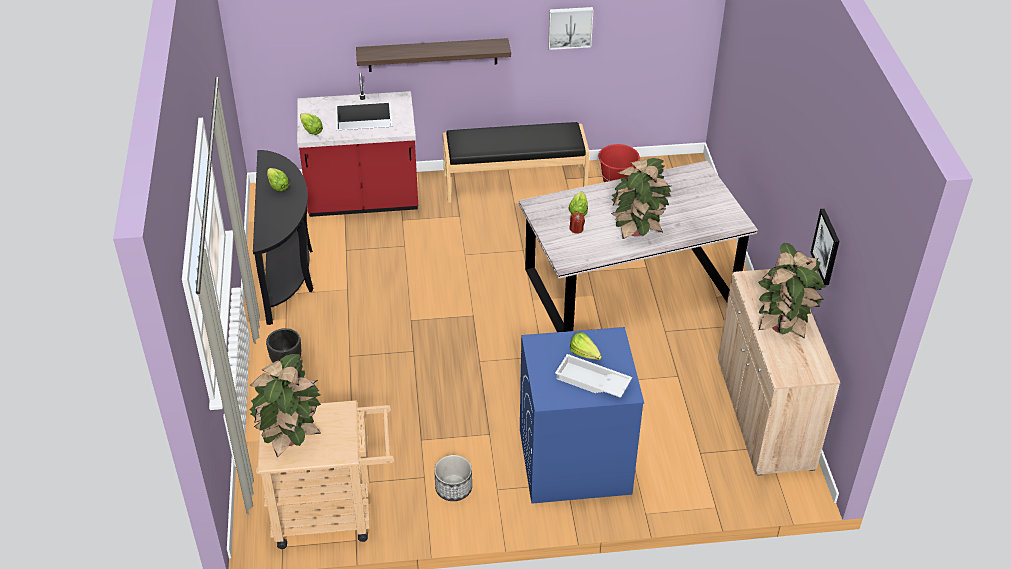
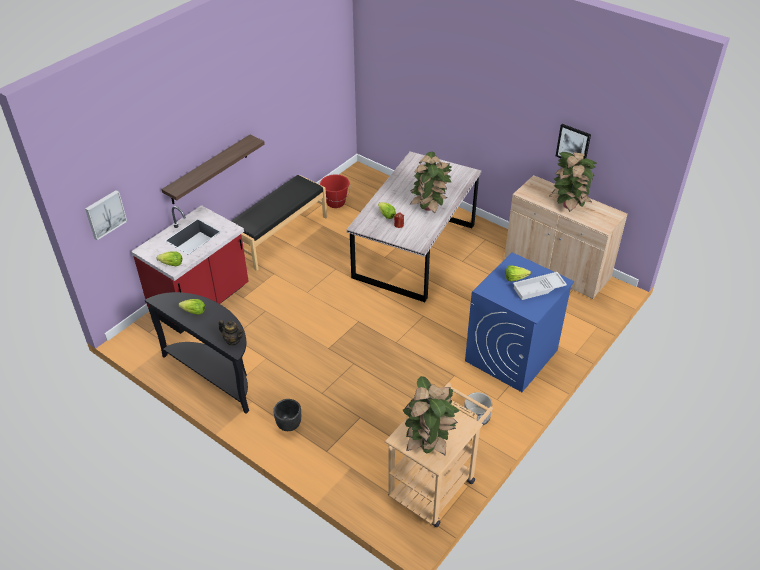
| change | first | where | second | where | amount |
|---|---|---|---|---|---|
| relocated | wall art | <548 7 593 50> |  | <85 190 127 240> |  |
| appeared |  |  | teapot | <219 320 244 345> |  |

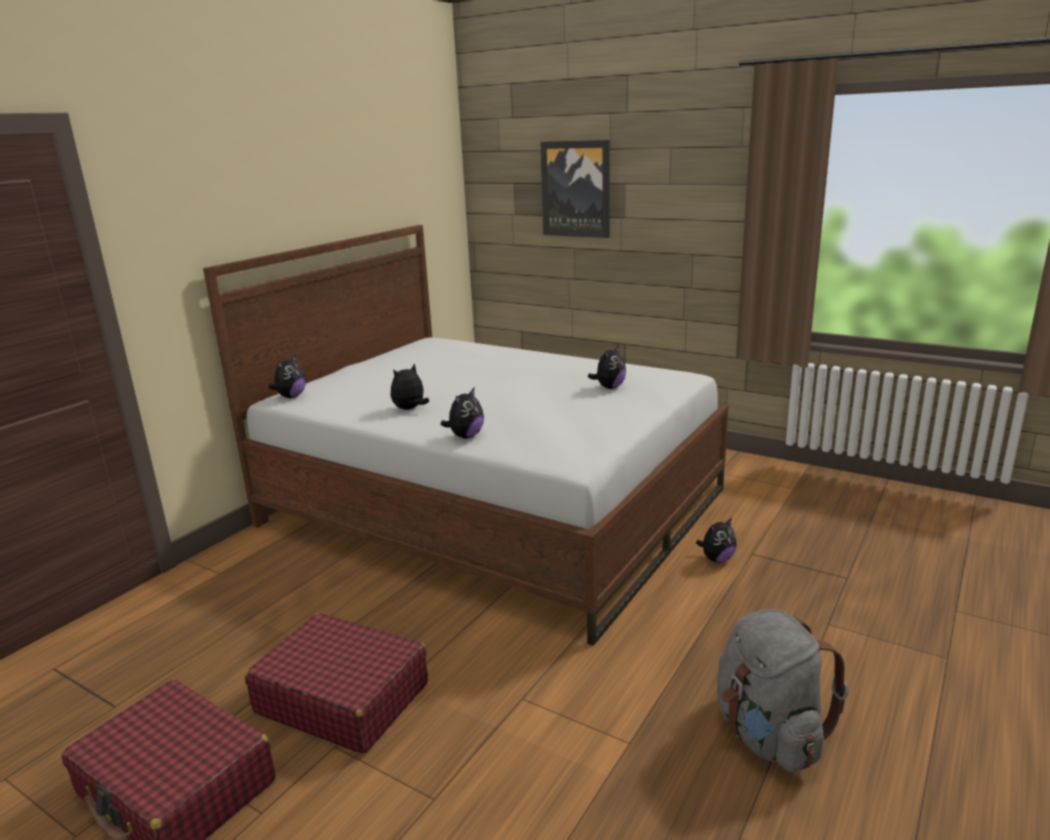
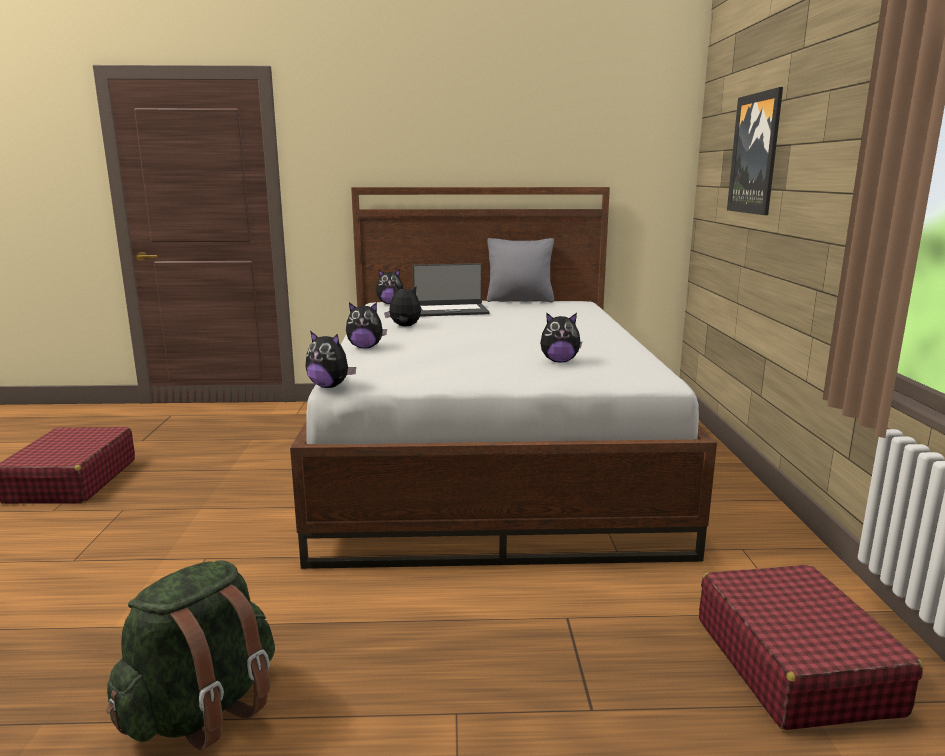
| change | first | where | second | where | amount |
|---|---|---|---|---|---|
| relocated | reddish travel case | <245 613 428 754> |  | <699 564 923 730> |  |
| relocated | cuddly toy | <696 518 737 563> |  | <306 331 356 388> |  |
| colour | grey rucksack | <717 609 849 772> | green-coloured rucksack | <106 560 275 750> |  |
| appeared |  |  | notebook computer | <413 263 490 317> |  |
| appeared |  |  | grey throw pillow | <487 238 554 303> |  |

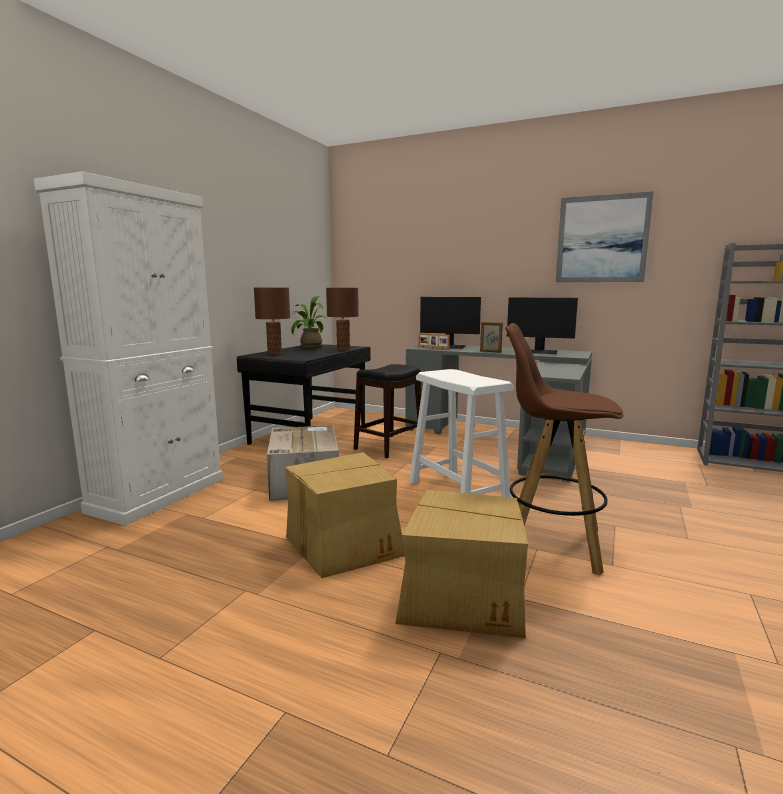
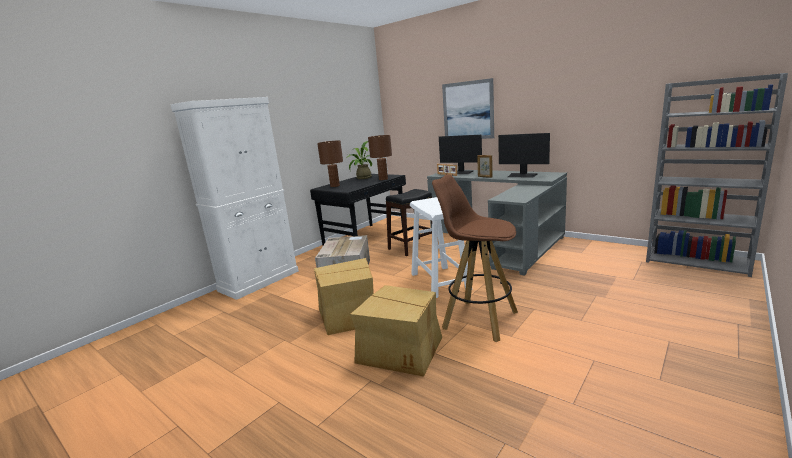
| change | first | where | second | where | amount |
|---|---|---|---|---|---|
| relocated | wall art | <556 191 654 282> |  | <442 78 494 139> |  |

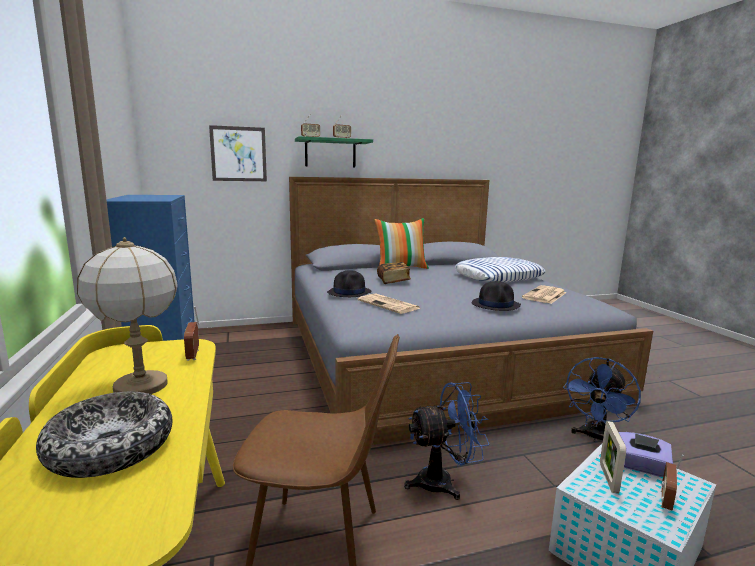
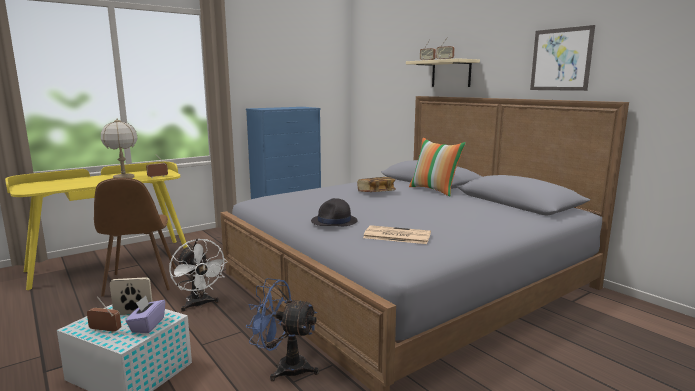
| change | first | where | second | where | amount |
|---|---|---|---|---|---|
| missing | serving bowl | <36 392 172 478> |  |  |  |
| relocated | wall art | <209 125 267 181> |  | <530 25 595 91> |  |
| colour | green-coloured wall shelf | <295 136 373 167> | beige-coloured wall shelf | <406 58 480 87> |  |
| missing | blackish wearable hat | <327 270 372 297> |  |  |  |
| missing | newspaper | <358 293 420 314> |  |  |  |
| colour | bluish fan | <404 382 489 500> | white fan | <169 239 228 312> |  |
| missing | throw pillow | <454 257 546 282> |  |  |  |

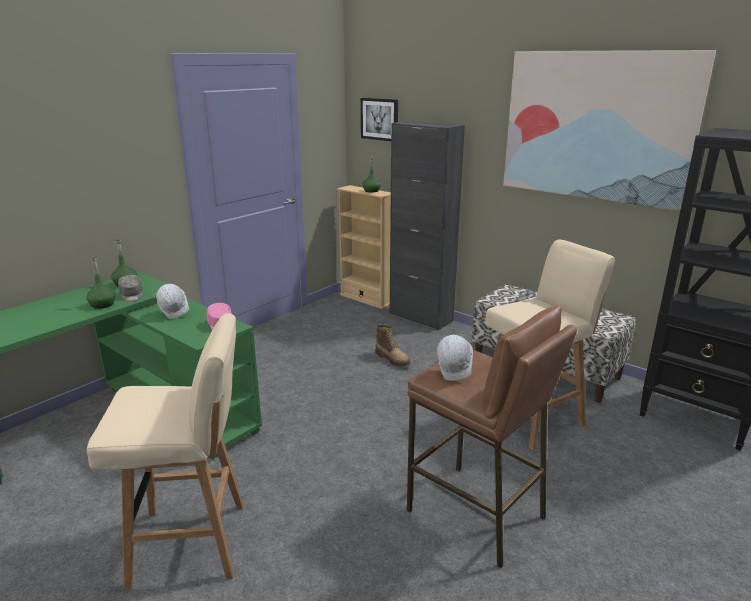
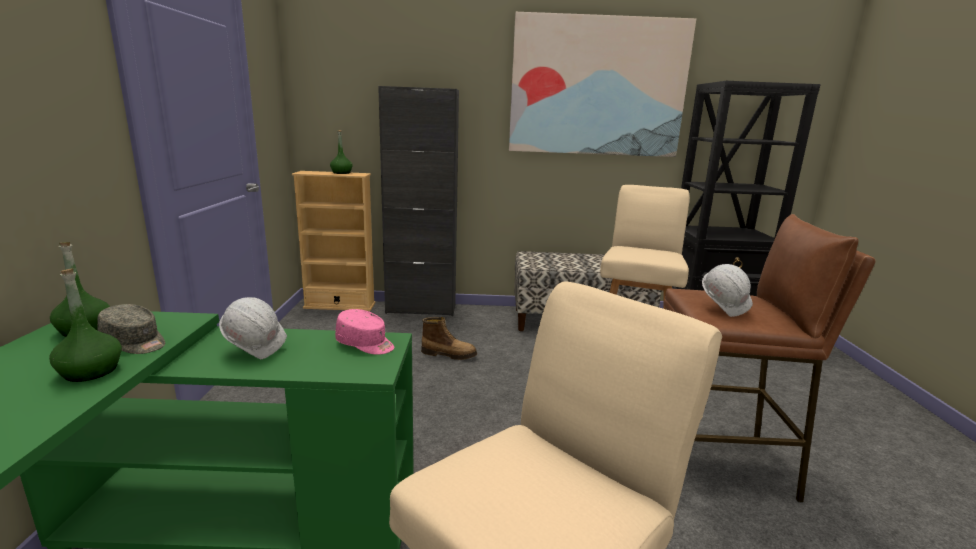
| change | first | where | second | where | amount |
|---|---|---|---|---|---|
| missing | wall art | <361 98 398 141> |  |  |  |

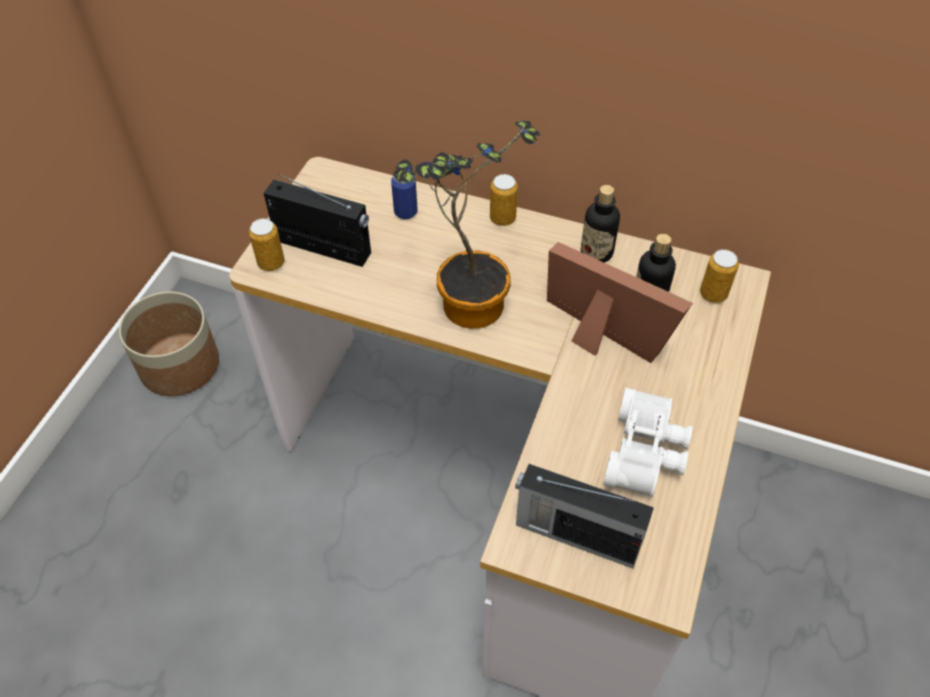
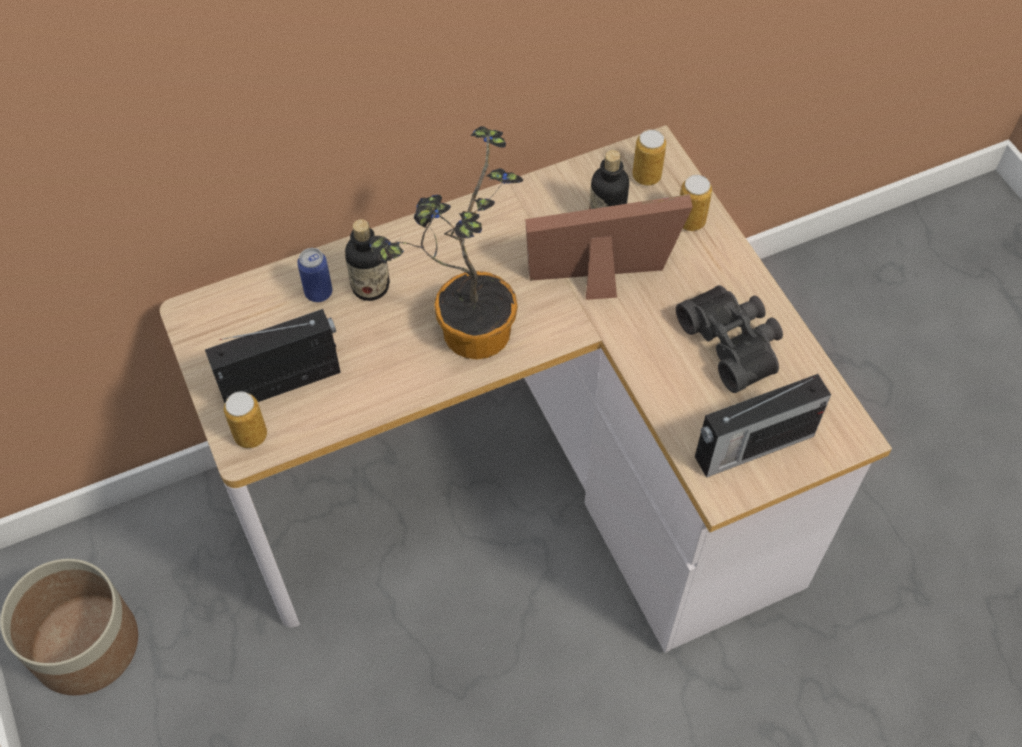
| change | first | where | second | where | amount |
|---|---|---|---|---|---|
| relocated | can | <490 174 518 226> |  | <680 175 712 231> |  |
| relocated | bottle | <581 185 620 263> |  | <345 219 390 301> |  |
| colour | white pair of binoculars | <603 388 693 497> | blackish pair of binoculars | <676 285 783 393> |  |

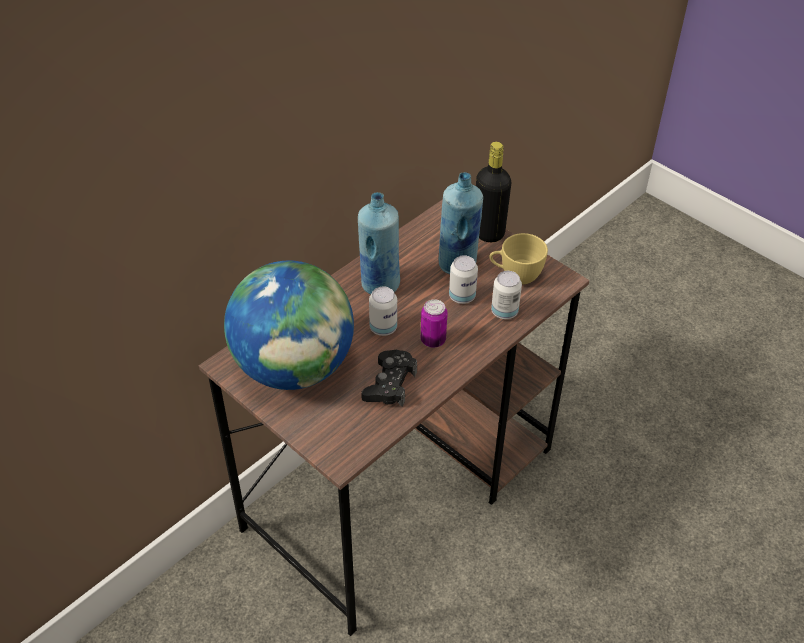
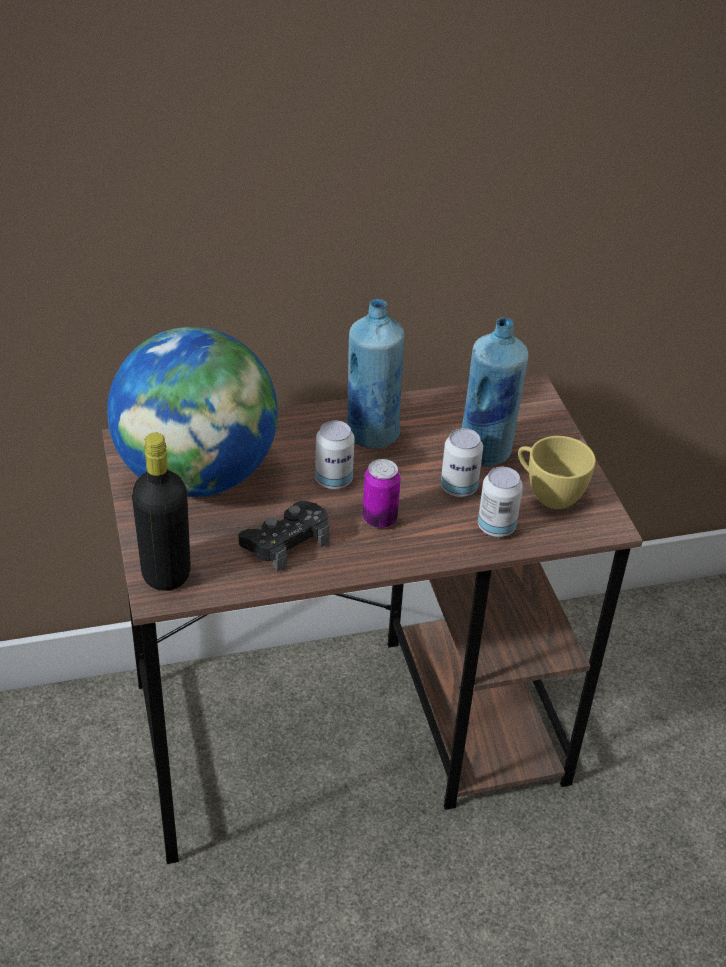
| change | first | where | second | where | amount |
|---|---|---|---|---|---|
| relocated | blackish bottle | <476 142 511 242> |  | <132 432 191 591> |  |

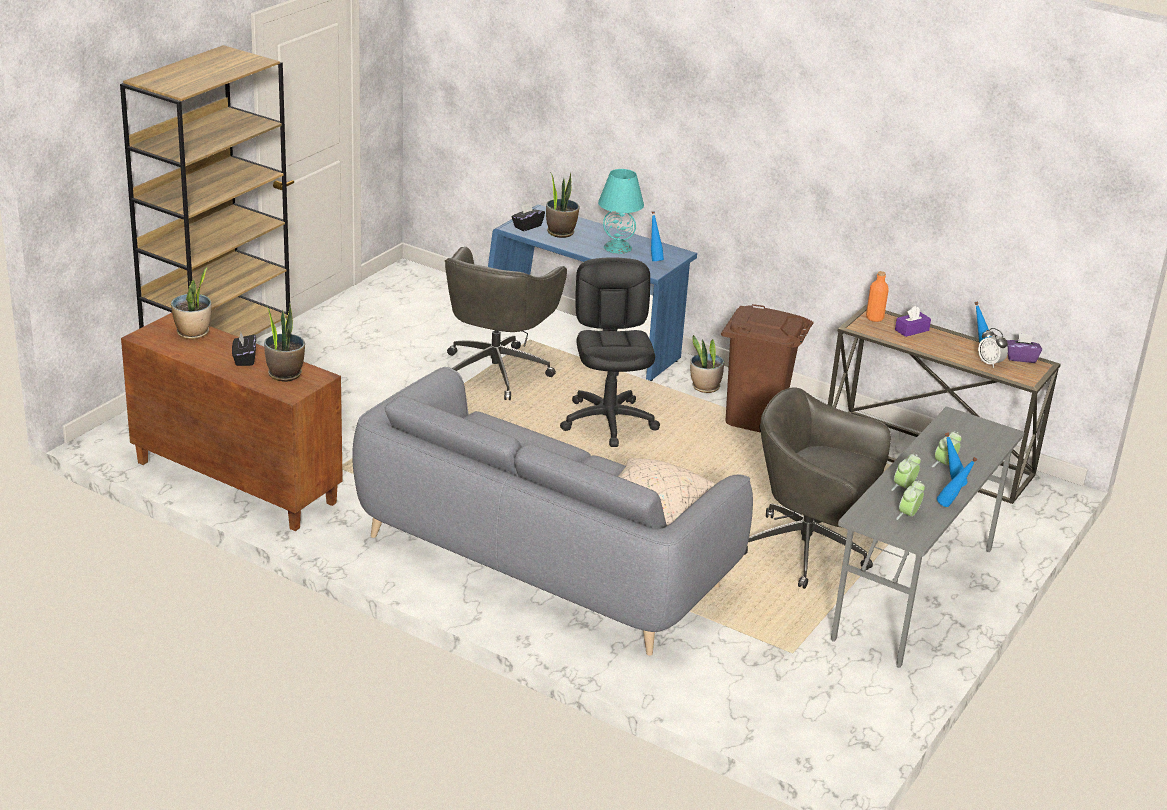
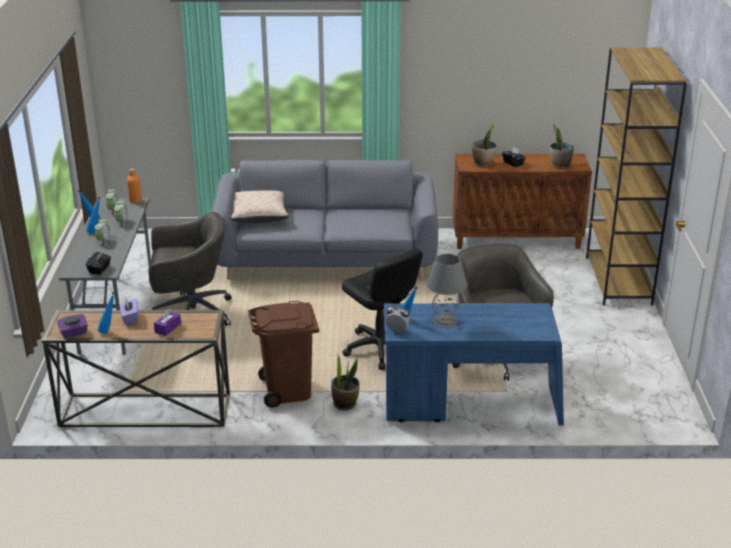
| change | first | where | second | where | amount |
|---|---|---|---|---|---|
| relocated | blackish tissue box | <512 203 545 231> |  | <86 252 111 275> |  |
| missing | houseplant | <546 172 579 238> |  |  |  |
| colour | turquoise-coloured table lamp | <598 169 644 254> | grey table lamp | <426 254 467 328> |  |
| relocated | orange bottle | <866 271 889 322> |  | <127 168 142 203> |  |
| relocated | alarm clock | <978 328 1008 368> |  | <386 304 410 333> |  |
| appeared |  |  | purple-coloured tissue box | <120 299 139 324> |  |

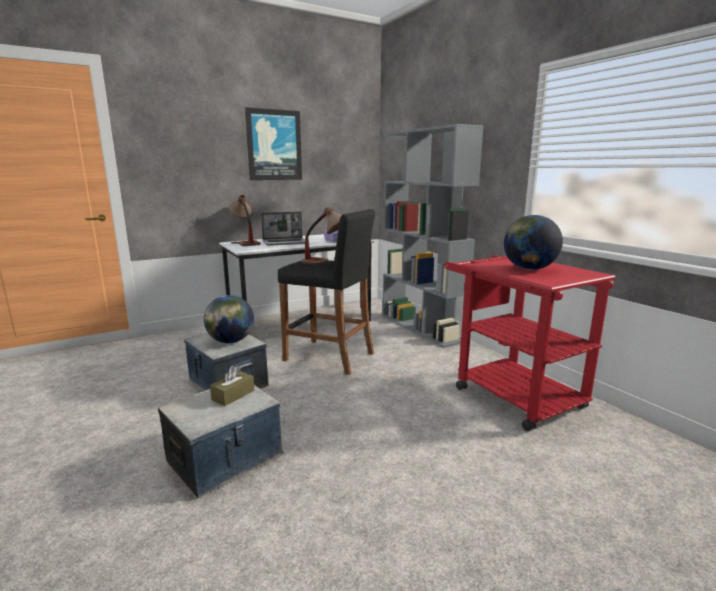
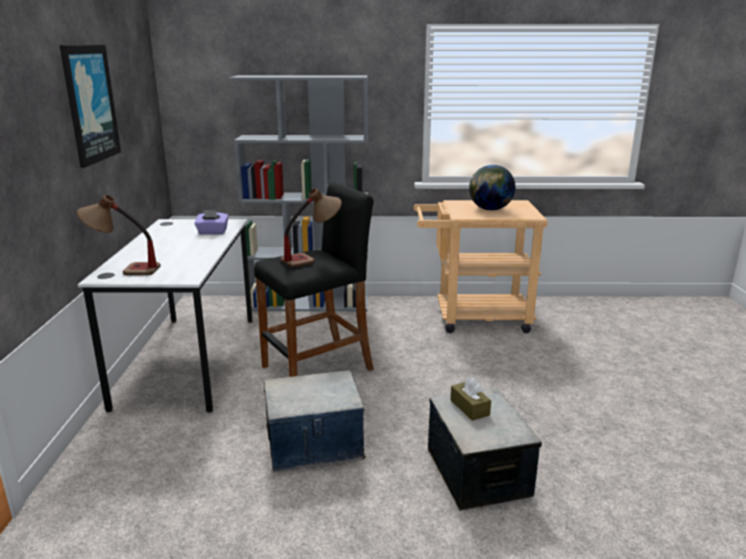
| change | first | where | second | where | amount |
|---|---|---|---|---|---|
| missing | globe | <204 295 254 343> |  |  |  |
| missing | notebook computer | <261 212 305 246> |  |  |  |
| colour | reddish cart | <444 255 616 431> | beige-coloured cart | <413 200 548 333> |  |

